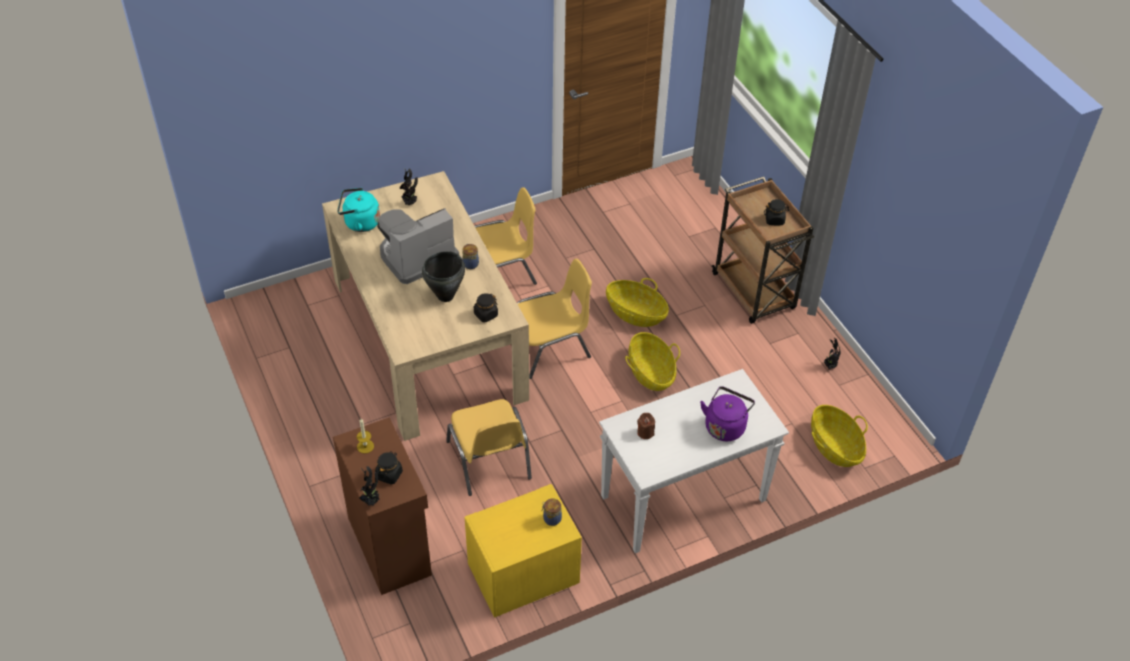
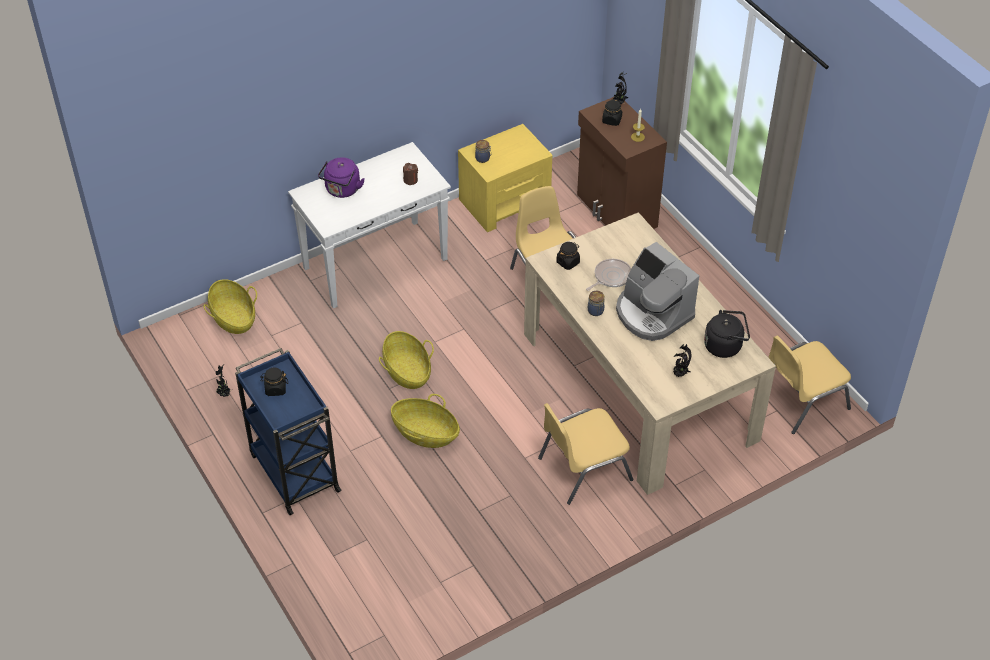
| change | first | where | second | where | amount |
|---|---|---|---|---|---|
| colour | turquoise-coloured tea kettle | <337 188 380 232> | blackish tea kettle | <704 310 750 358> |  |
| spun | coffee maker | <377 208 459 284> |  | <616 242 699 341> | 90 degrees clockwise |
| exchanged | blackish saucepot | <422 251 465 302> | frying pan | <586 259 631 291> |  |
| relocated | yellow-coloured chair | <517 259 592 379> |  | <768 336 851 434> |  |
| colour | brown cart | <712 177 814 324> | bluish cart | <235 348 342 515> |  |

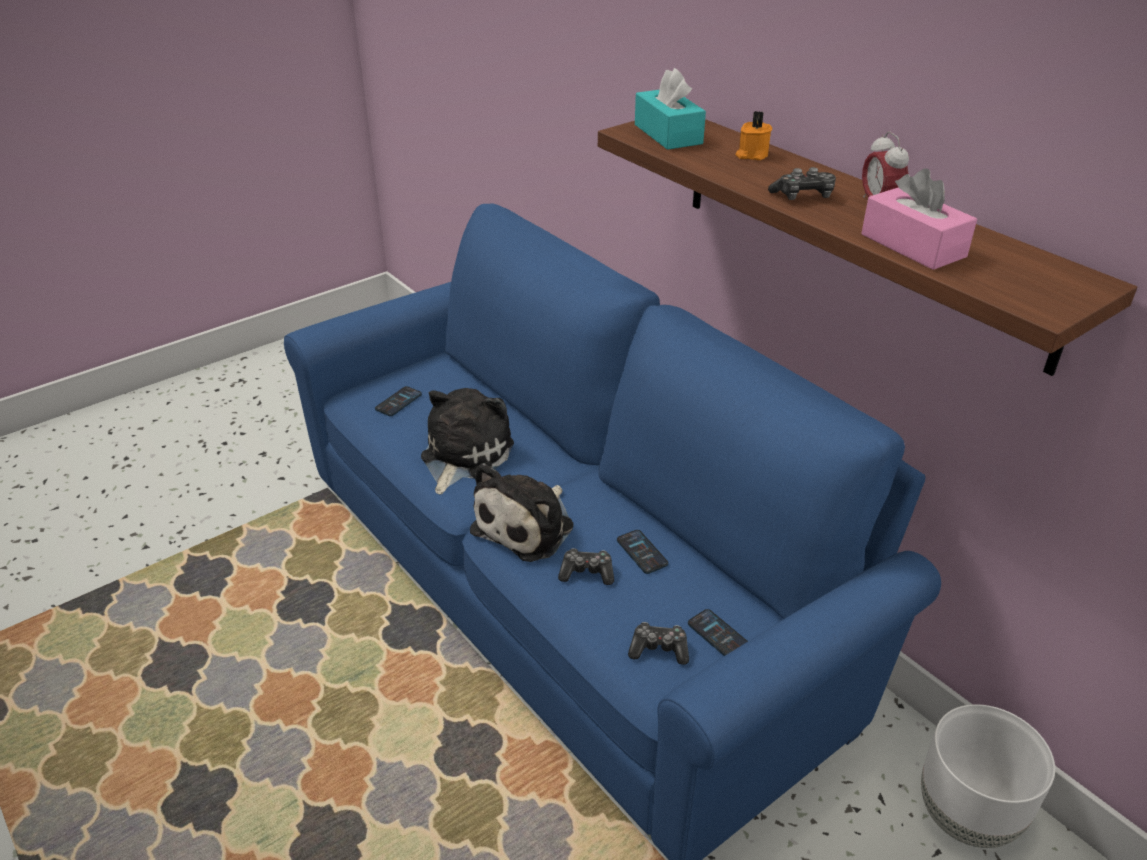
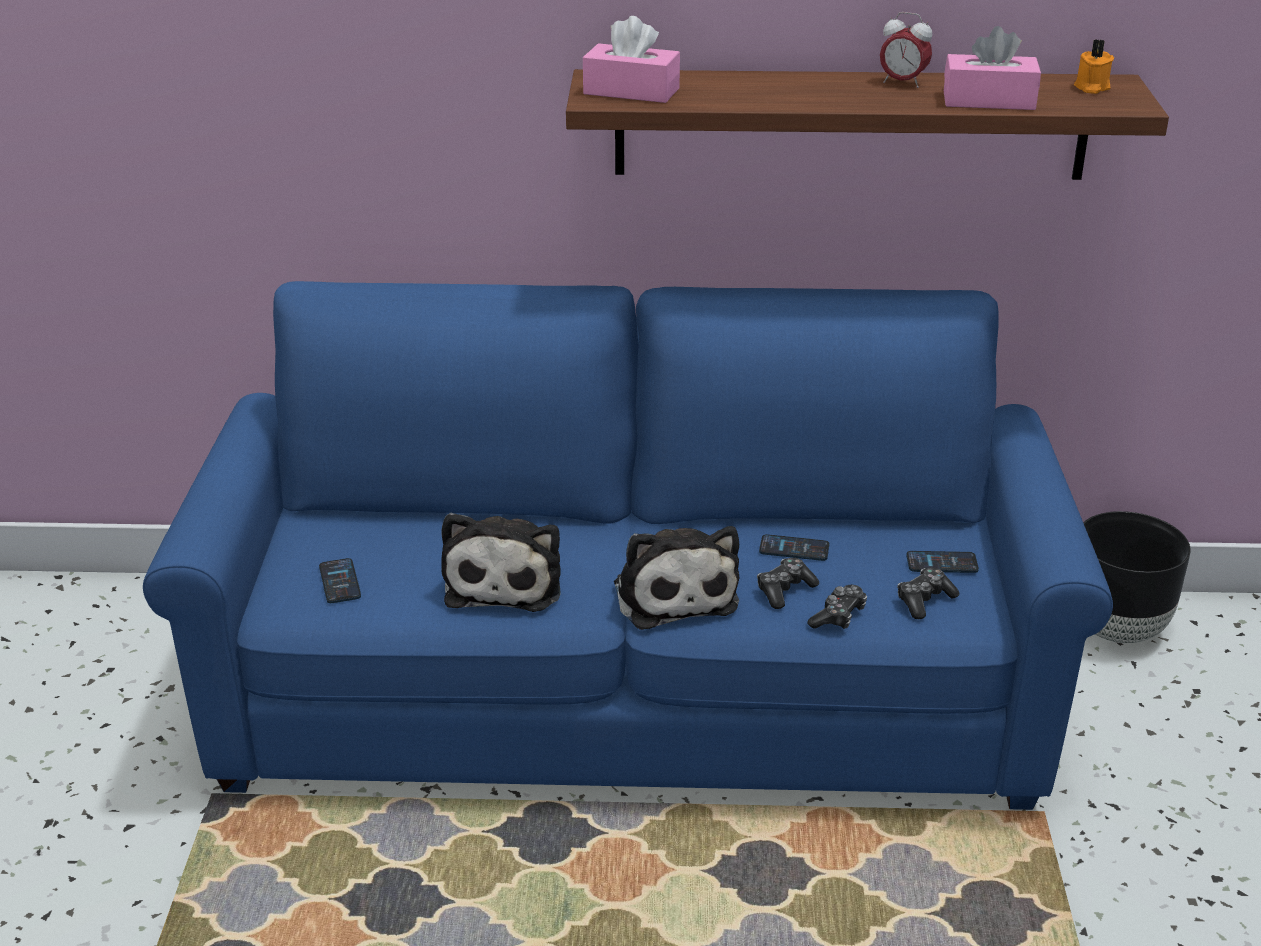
| change | first | where | second | where | amount |
|---|---|---|---|---|---|
| spun | cuddly toy | <421 388 514 495> |  | <441 513 561 612> | 150 degrees counterclockwise |
| colour | turquoise-coloured tissue box | <635 68 706 150> | pink-coloured tissue box | <583 16 680 103> |  |
| relocated | orange wax light | <736 111 772 160> |  | <1074 39 1114 94> |  |
| relocated | game controller | <768 167 836 200> |  | <807 585 867 629> |  |
| colour | white plant pot | <921 704 1055 848> | blackish plant pot | <1083 511 1191 643> |  |

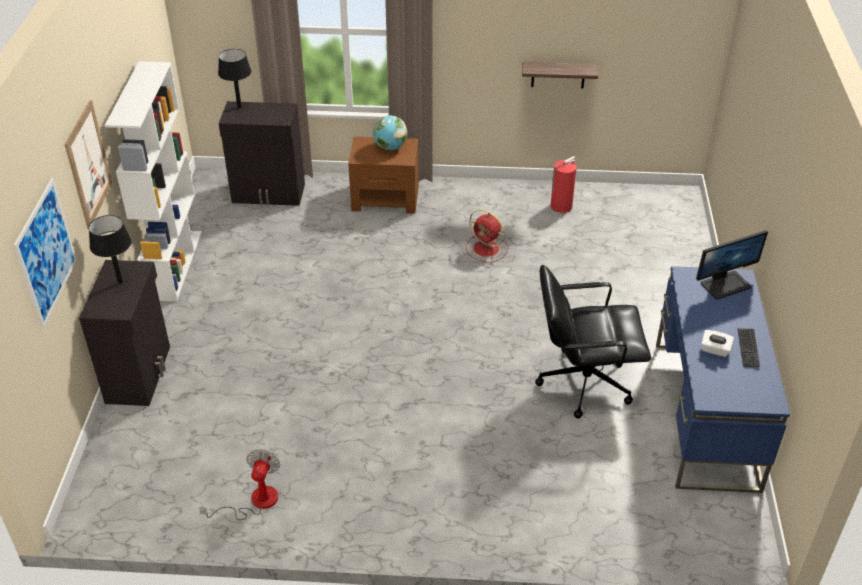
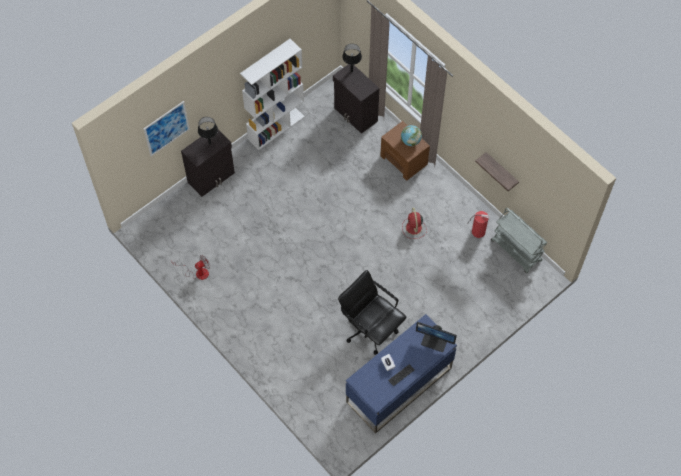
| change | first | where | second | where | amount |
|---|---|---|---|---|---|
| missing | wall art | <65 100 112 229> |  |  |  |
| appeared |  |  | grey cart | <491 208 547 273> |  |

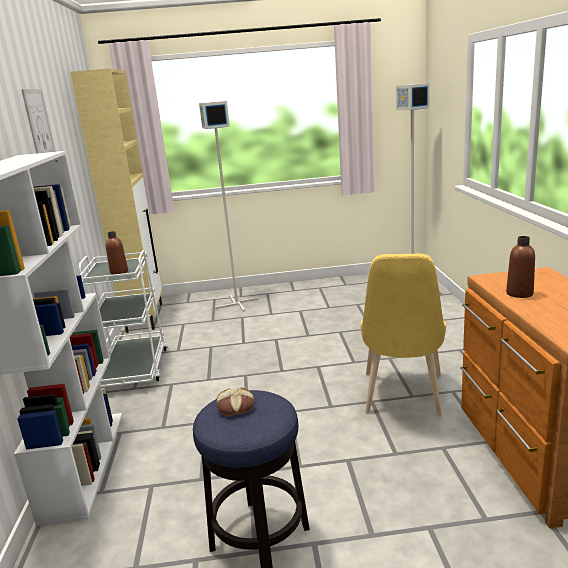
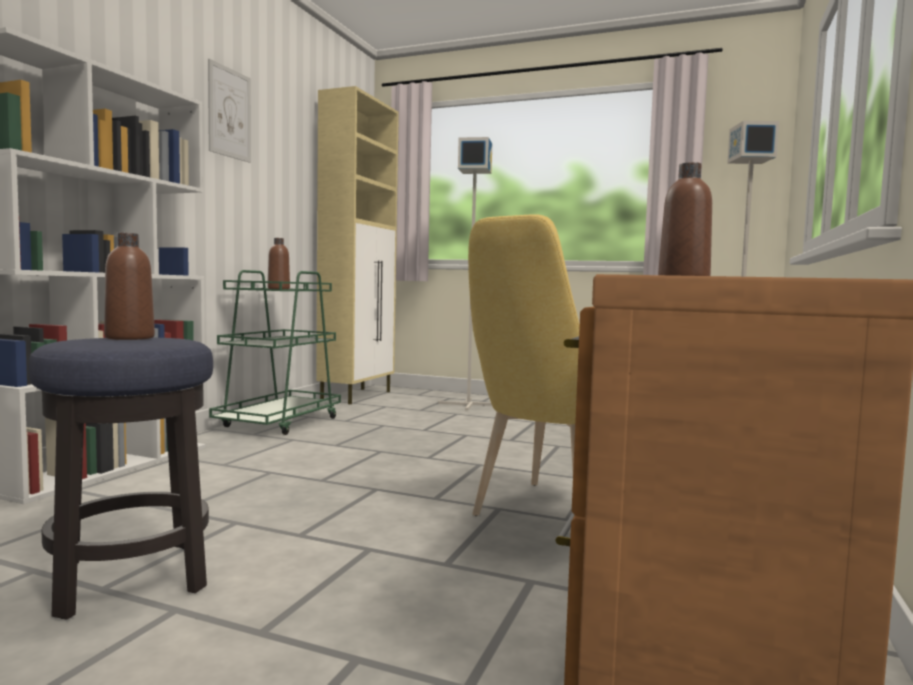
| change | first | where | second | where | amount |
|---|---|---|---|---|---|
| colour | white cart | <79 250 167 387> | green-coloured cart | <209 270 341 435> |  |
| exchanged | bread | <216 387 254 416> | brown bottle | <104 233 155 340> |  |

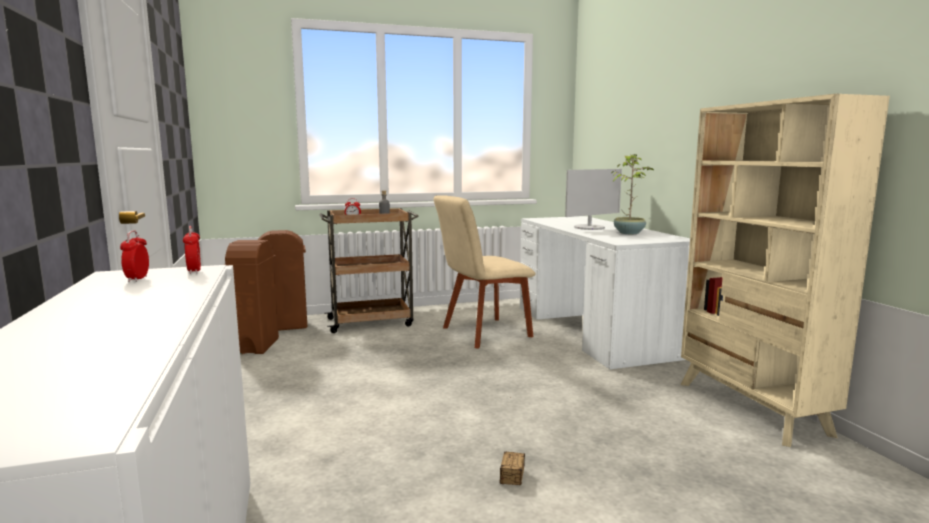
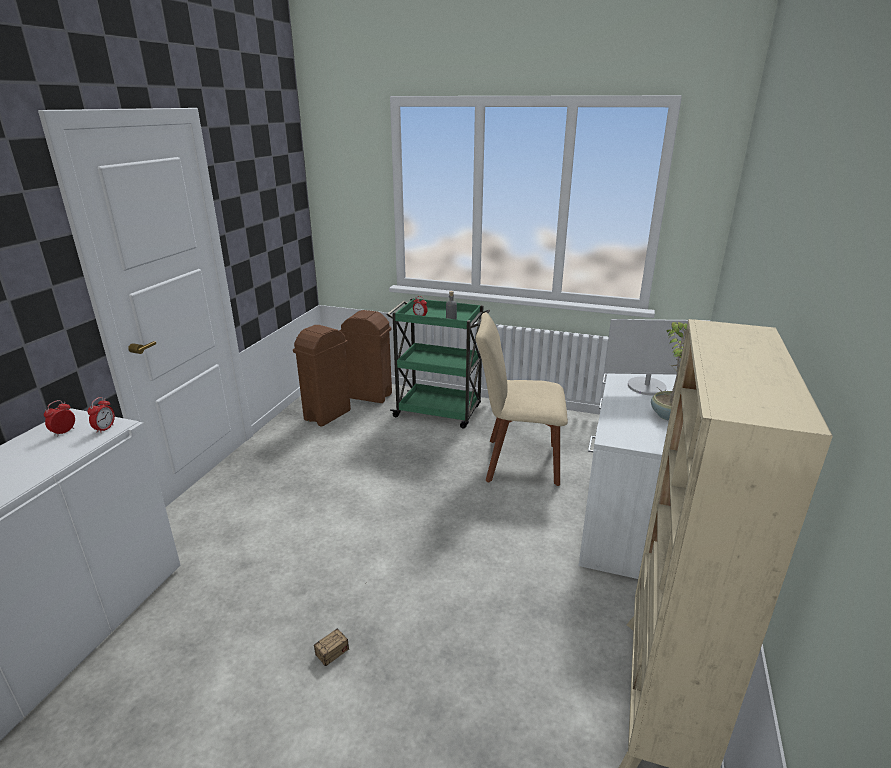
| change | first | where | second | where | amount |
|---|---|---|---|---|---|
| colour | brown cart | <320 208 419 333> | green-coloured cart | <387 298 490 429> |  |

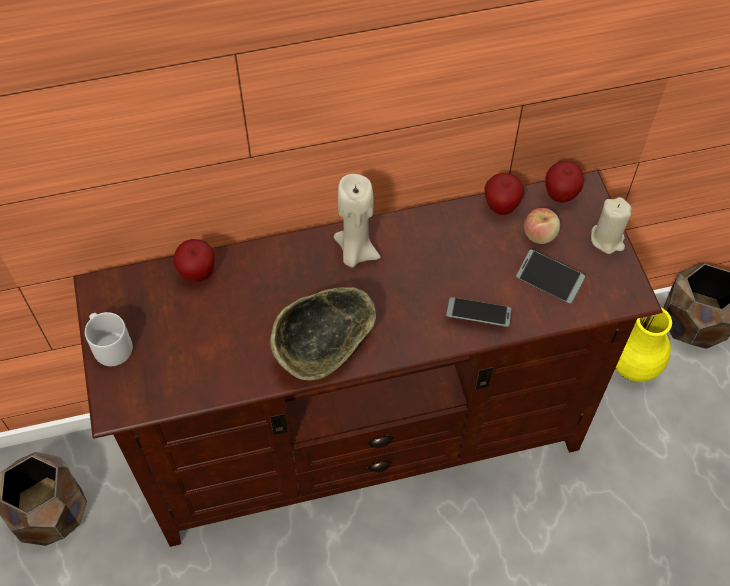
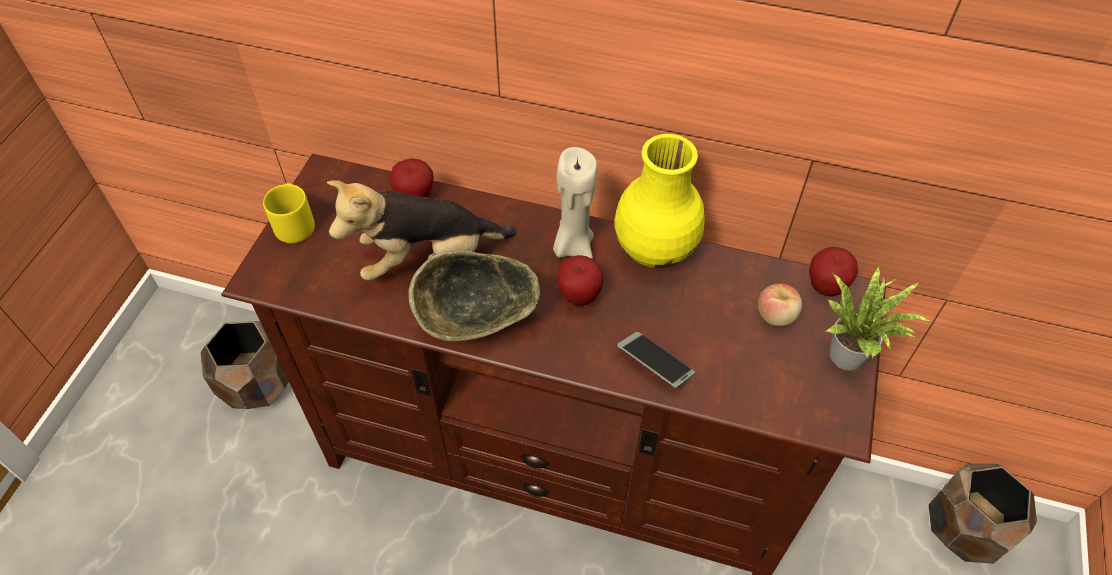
| change | first | where | second | where | amount |
|---|---|---|---|---|---|
| colour | grey tea mug | <85 312 133 366> | yellow-coloured tea mug | <263 183 315 243> |  |
| relocated | apple fruit | <484 173 524 215> |  | <557 255 604 306> |  |
| missing | phone | <516 250 585 303> |  |  |  |
| exchanged | beige-coloured wax light | <591 197 631 254> | houseplant | <825 267 931 371> |  |
| relocated | yellow-coloured decorative vase | <615 308 672 382> |  | <614 134 705 268> |  |
| appeared |  |  | cuddly toy | <327 180 516 281> |  |

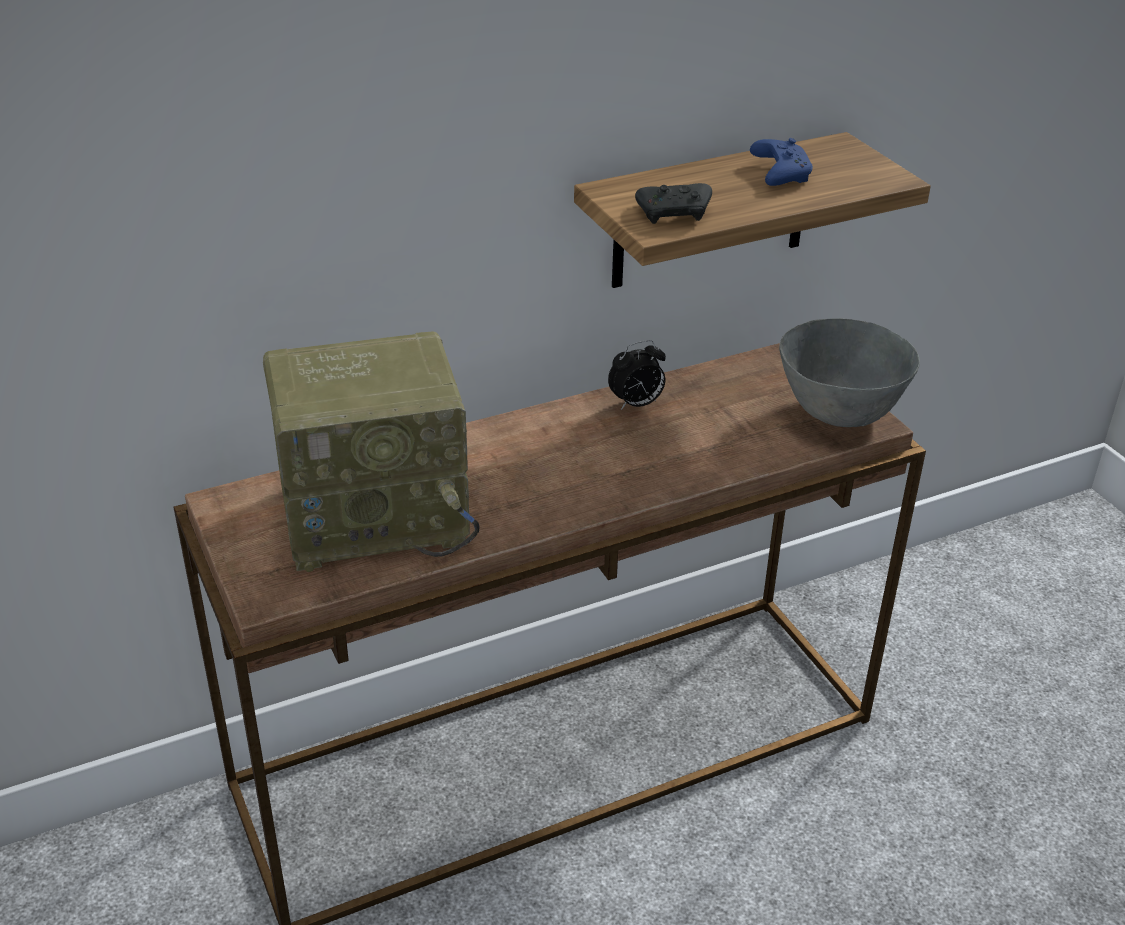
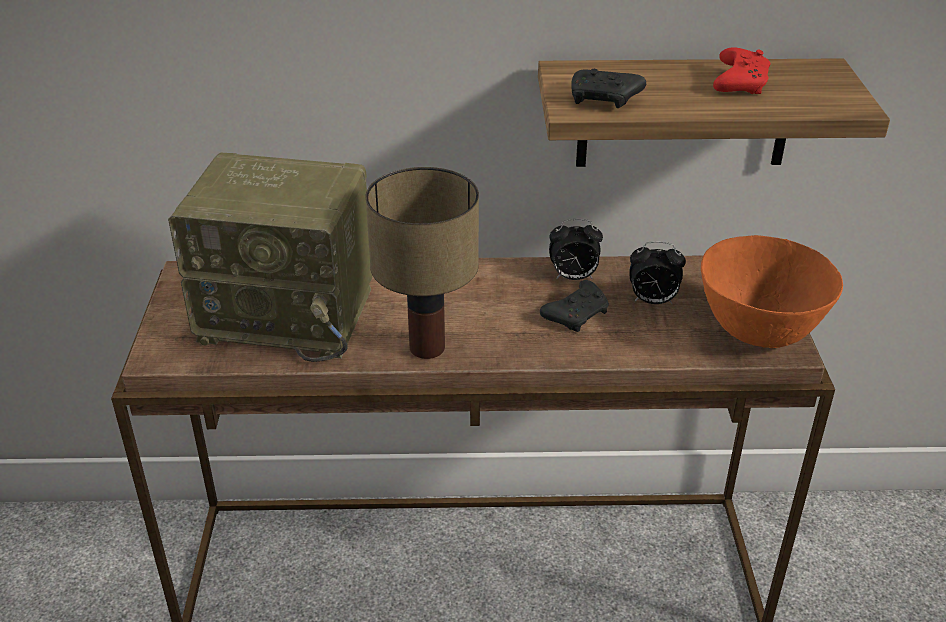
| change | first | where | second | where | amount |
|---|---|---|---|---|---|
| colour | bluish game controller | <750 138 813 186> | reddish game controller | <713 47 771 94> |  |
| colour | grey serving bowl | <779 318 920 427> | orange serving bowl | <701 235 843 348> |  |
| appeared |  |  | table lamp | <365 167 479 359> |  |
| appeared |  |  | blackish game controller | <540 280 609 332> |  |
| appeared |  |  | alarm clock | <629 241 686 304> |  |

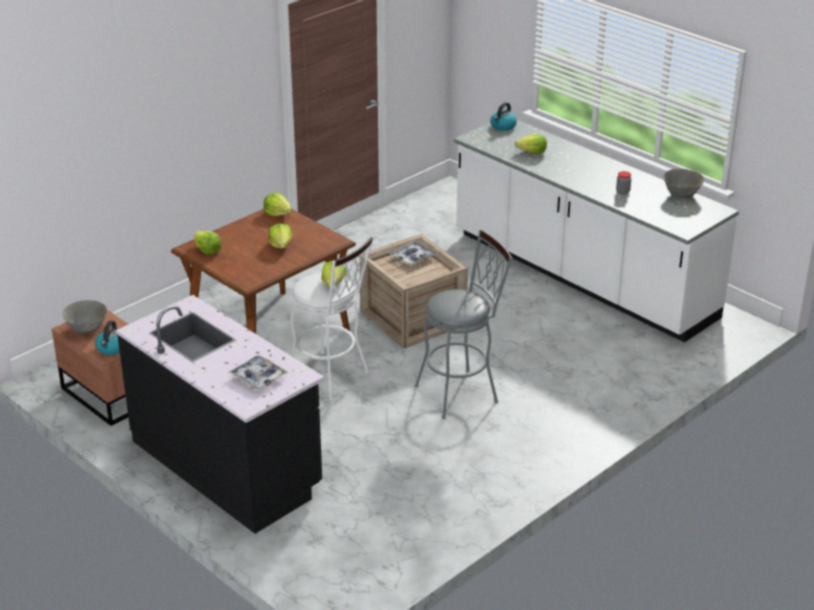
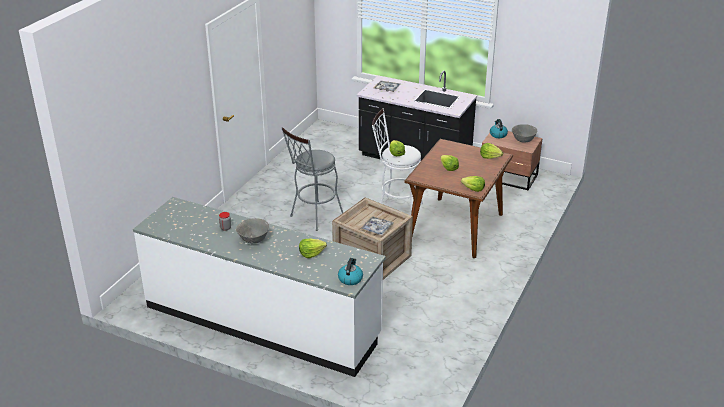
| change | first | where | second | where | amount |
|---|---|---|---|---|---|
| relocated | grey serving bowl | <663 169 704 198> |  | <236 218 269 243> |  |

